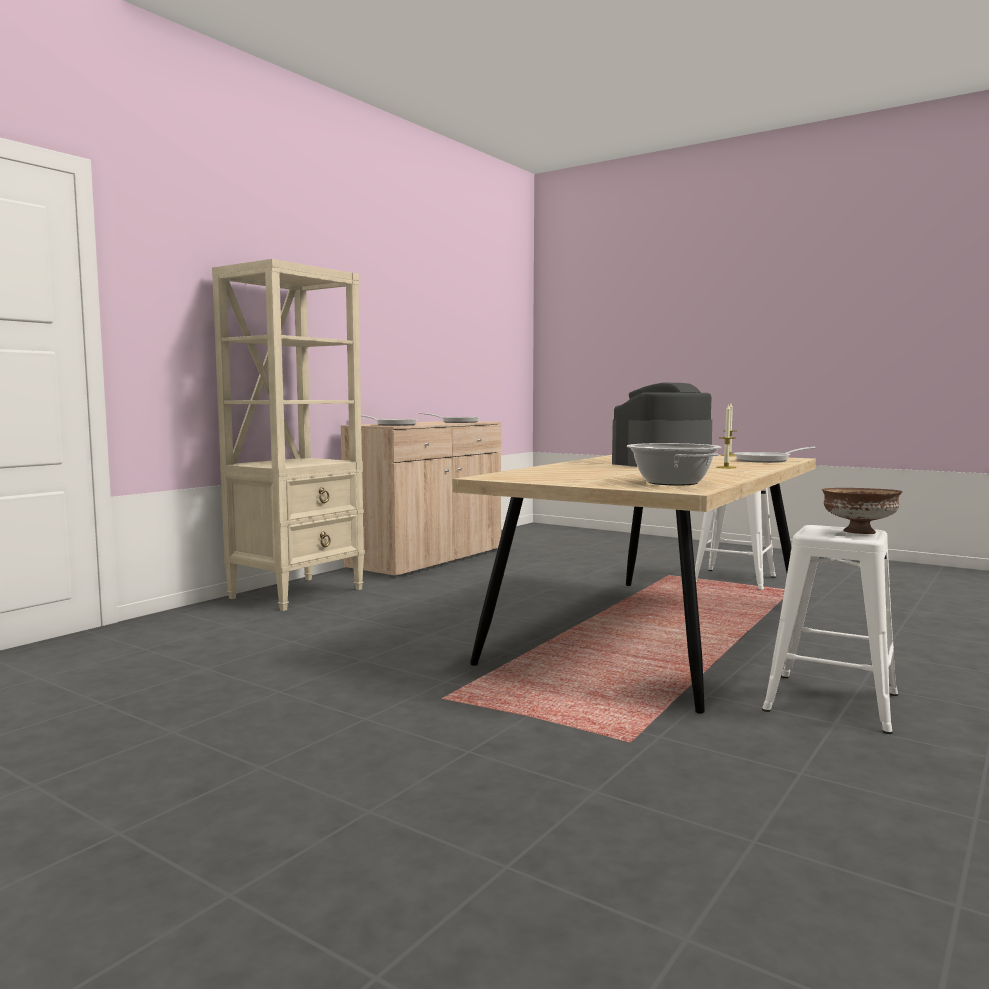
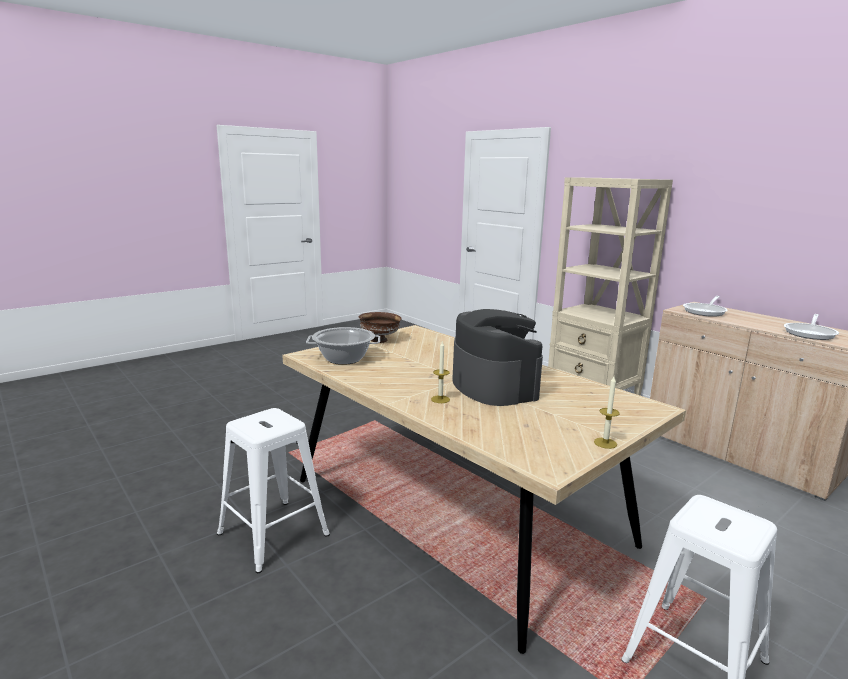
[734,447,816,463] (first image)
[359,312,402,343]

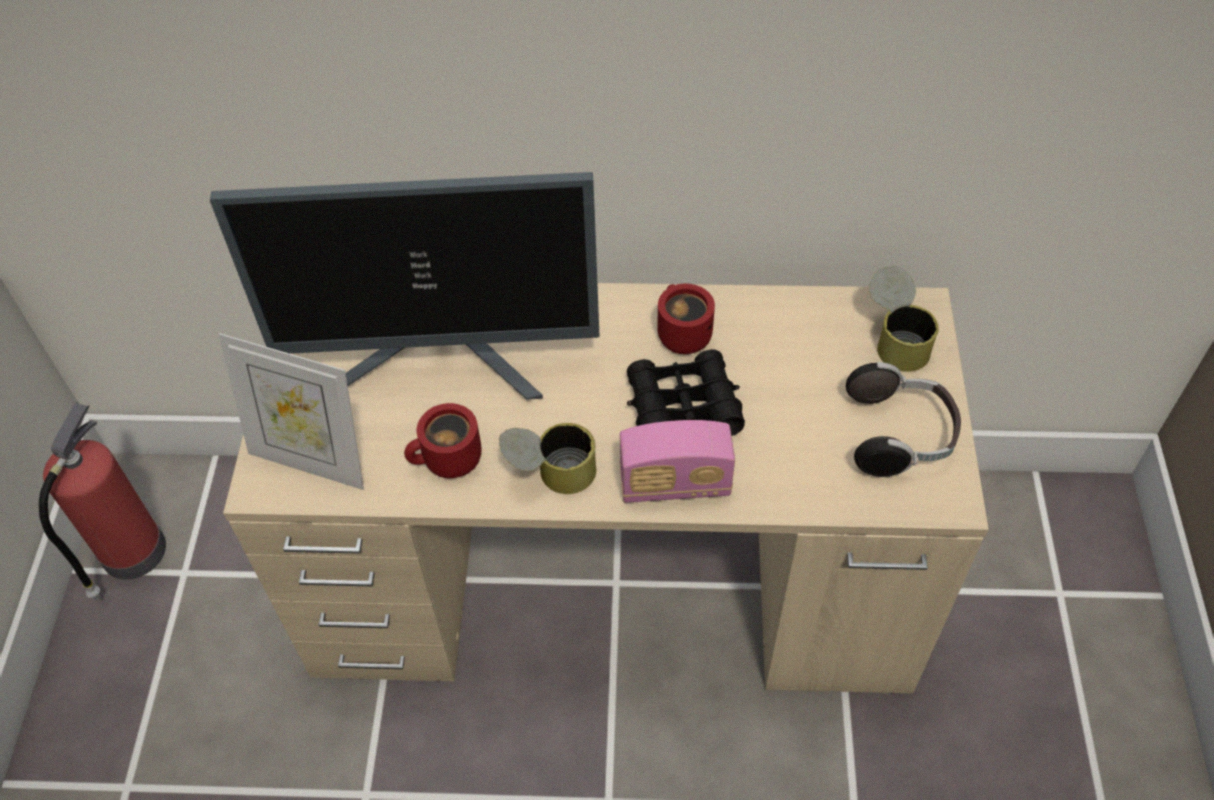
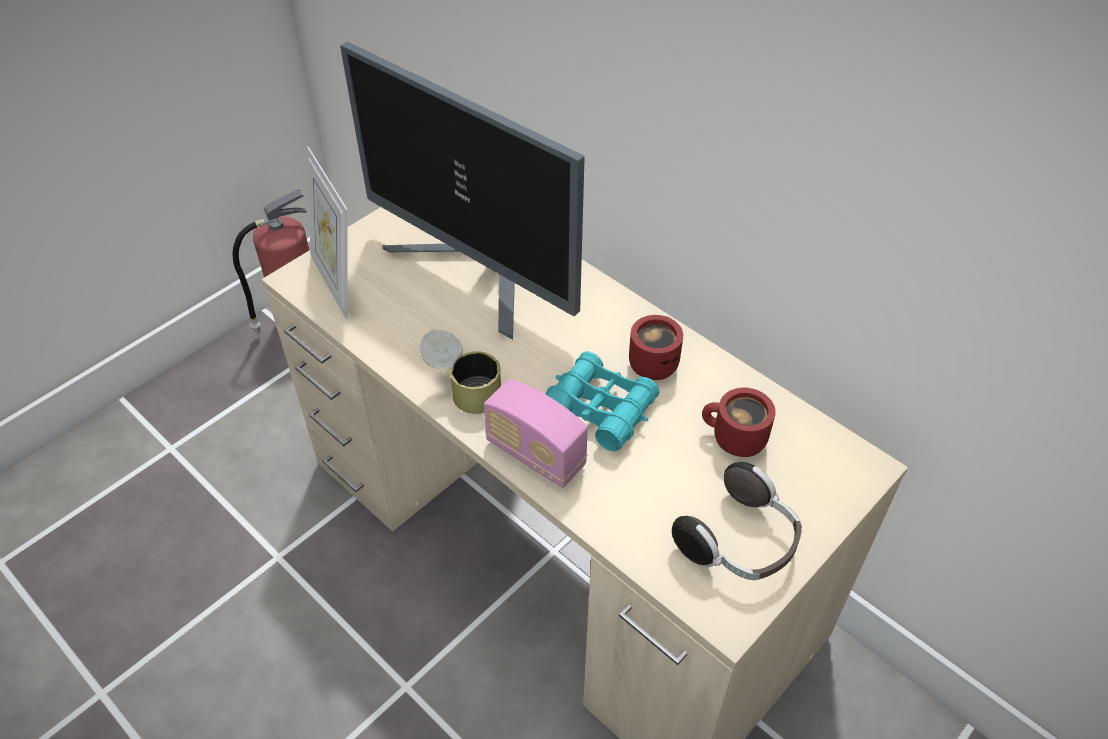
[869,266,939,372] (first image)
[546,351,659,451]
[702,388,776,457]

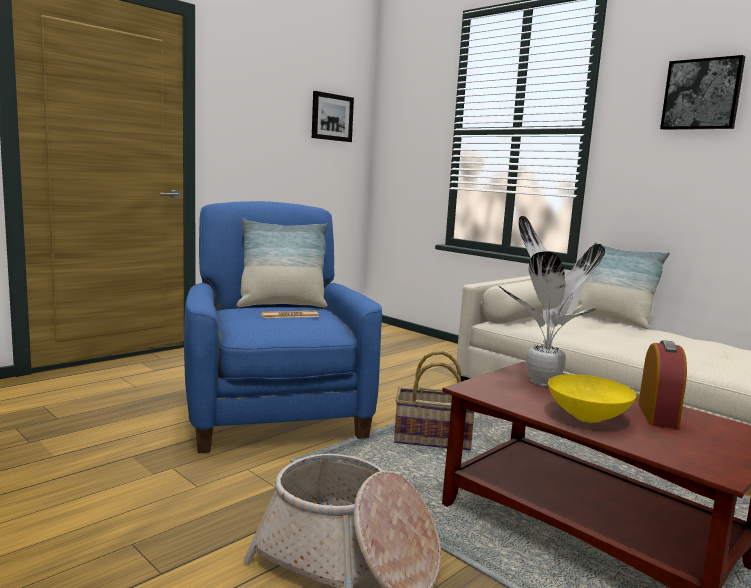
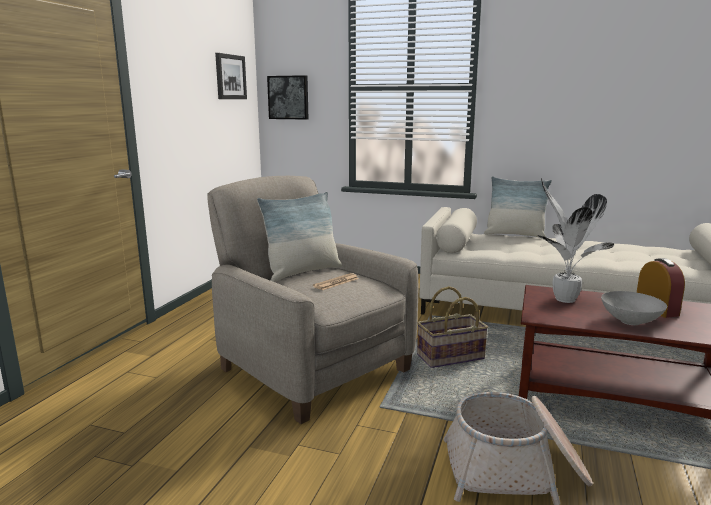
[267,75,308,120]
[207,176,418,424]
[601,291,667,325]

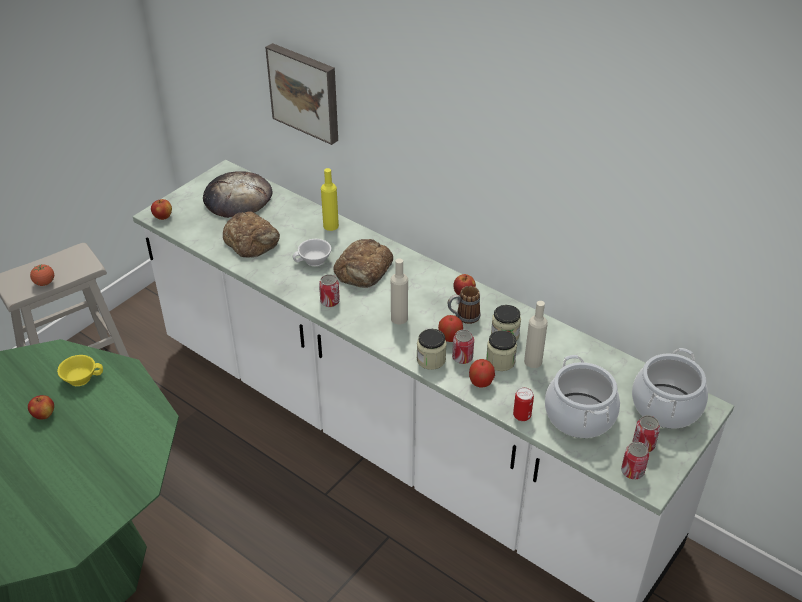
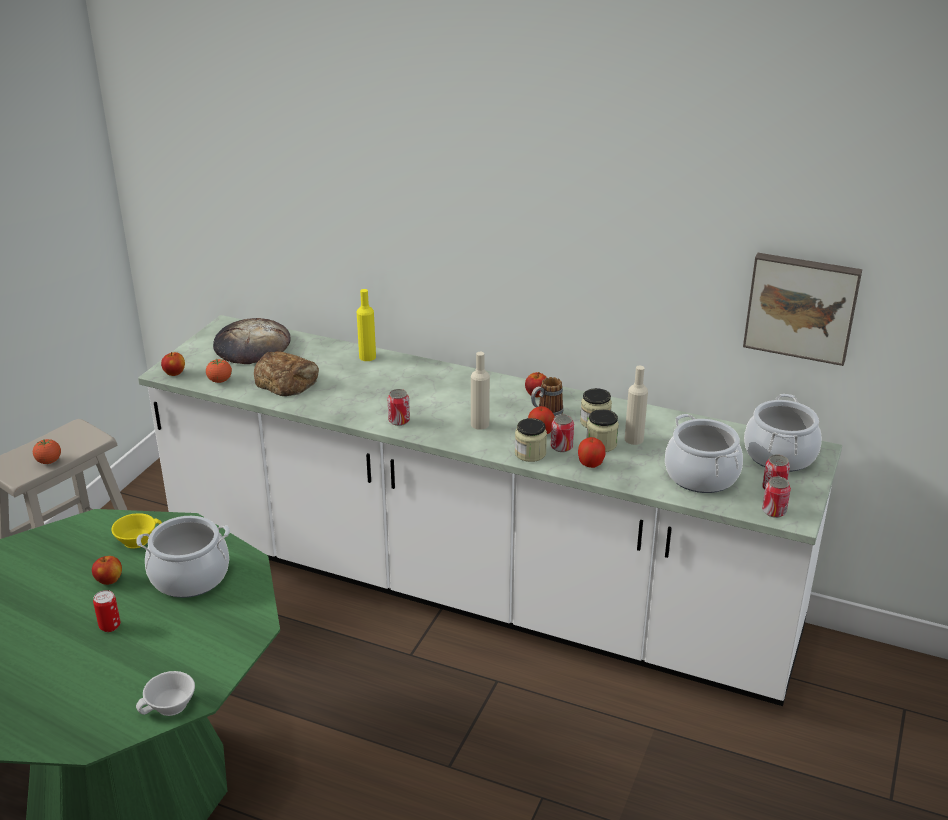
[743,253,862,366]
[136,671,195,716]
[333,239,393,288] (first image)
[93,590,121,632]
[206,359,232,383]
[136,516,230,598]

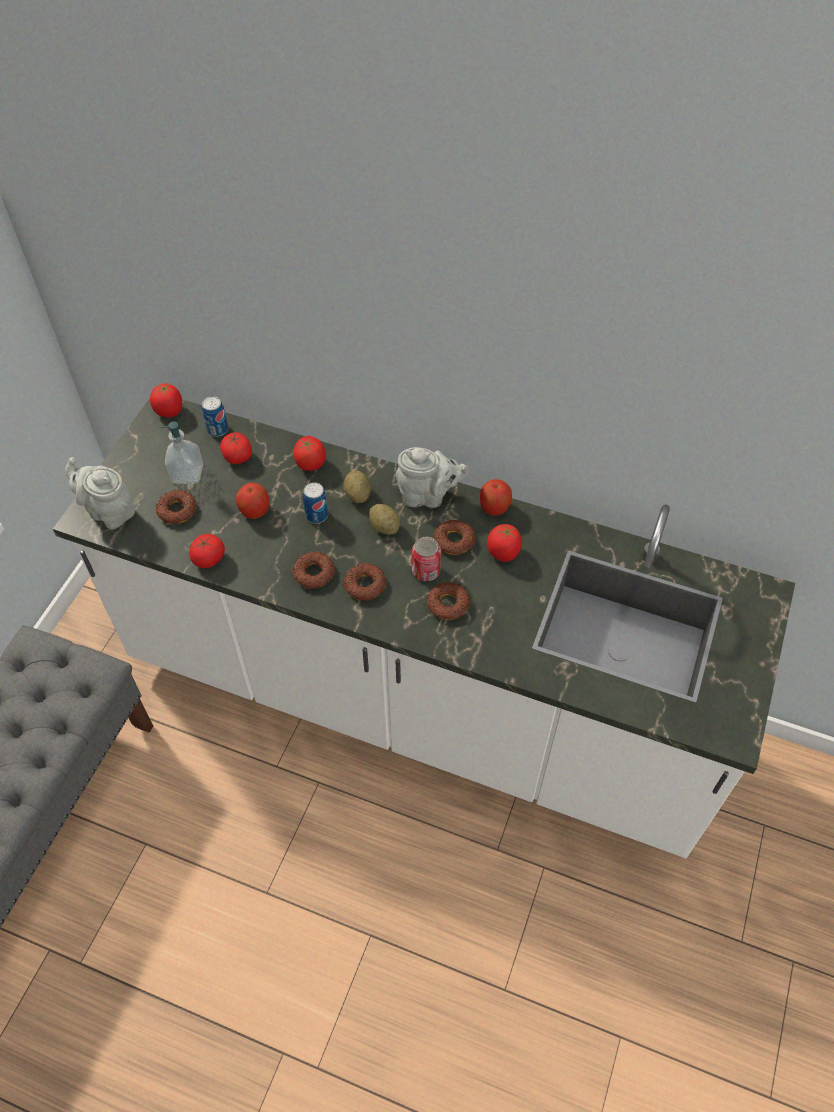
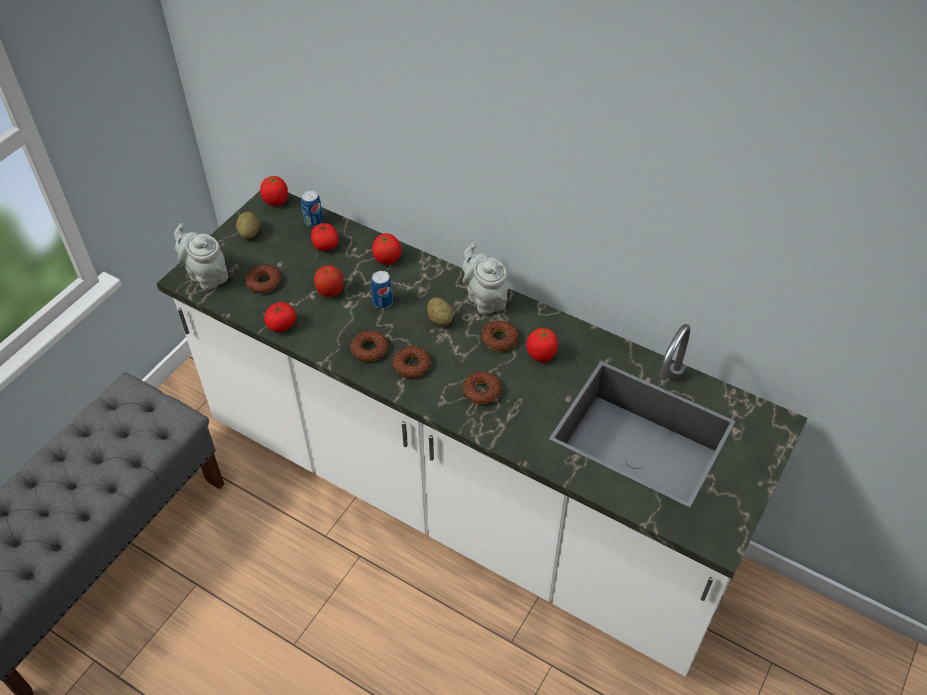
[161,421,203,484] (first image)
[462,242,508,315]
[236,212,260,239]
[479,479,512,516] (first image)
[412,537,441,581] (first image)

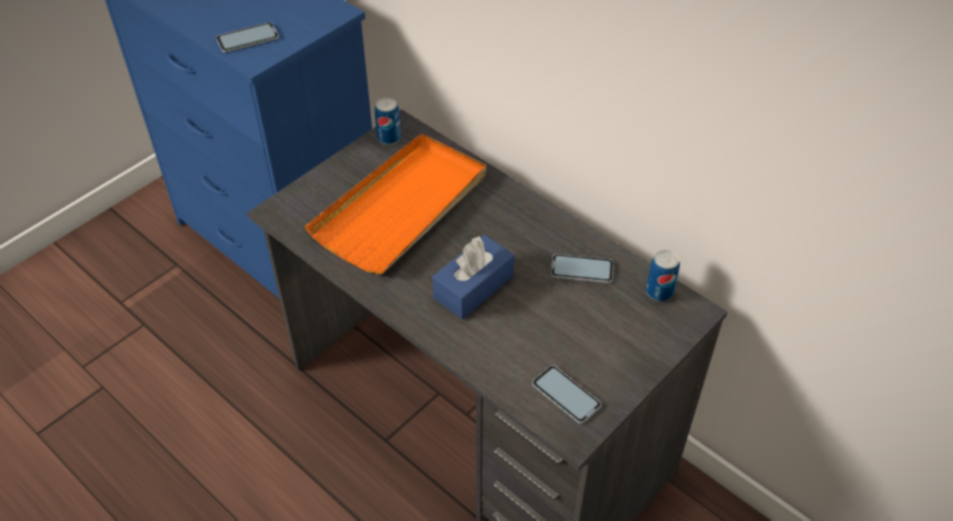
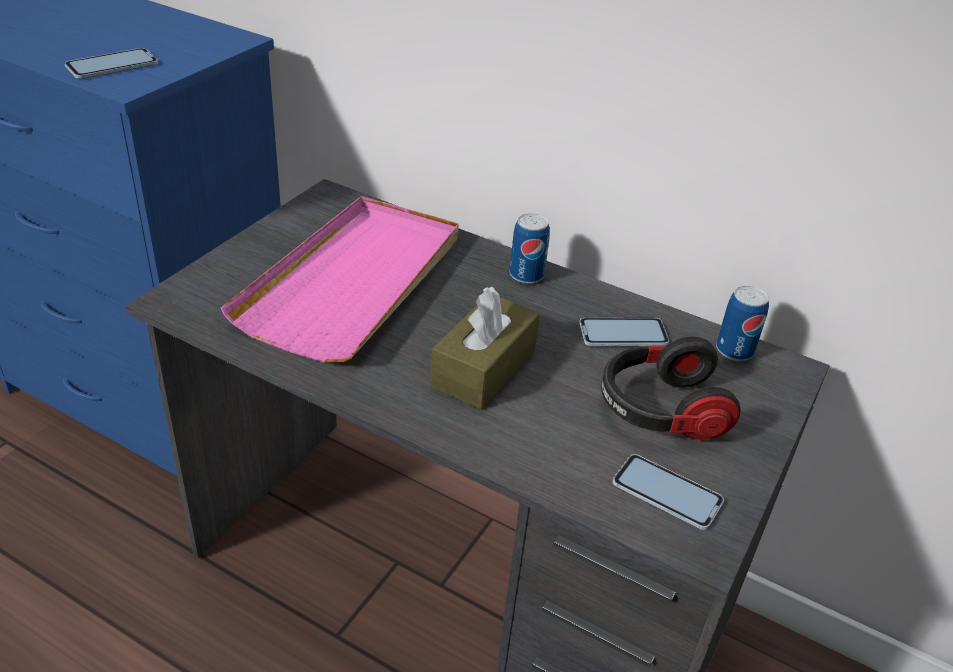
[510,213,550,284]
[221,196,459,362]
[431,287,540,409]
[601,336,741,440]

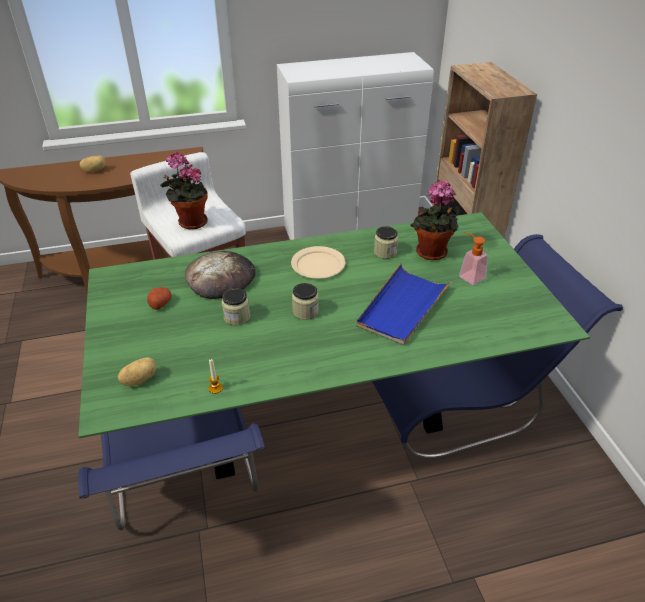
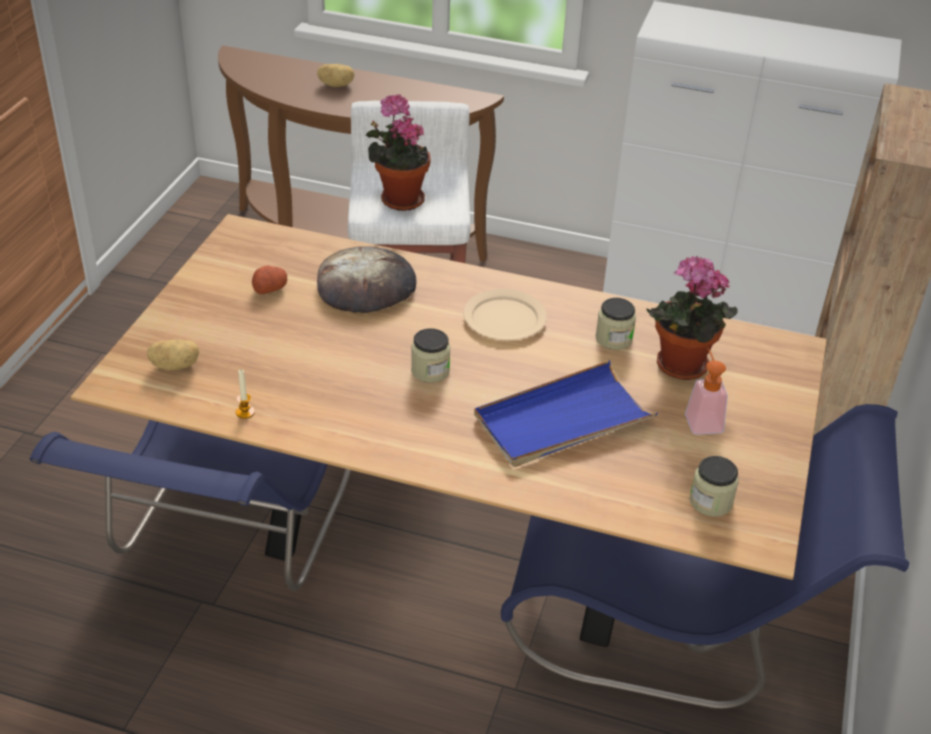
[70,214,827,647]
[690,456,739,517]

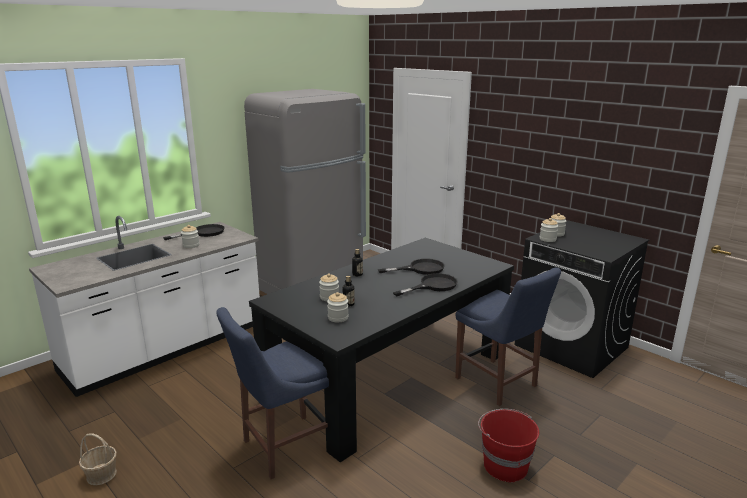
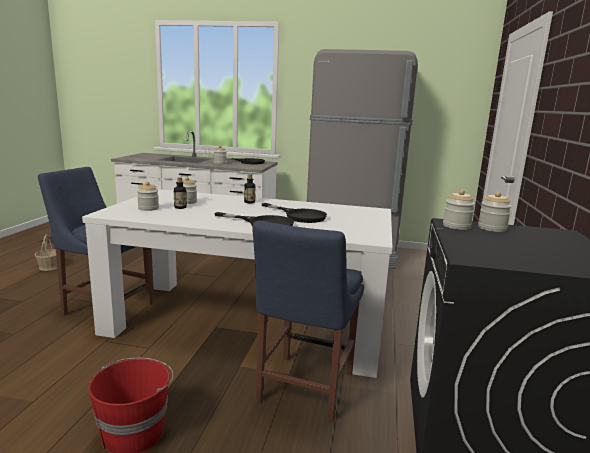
[82,189,393,378]

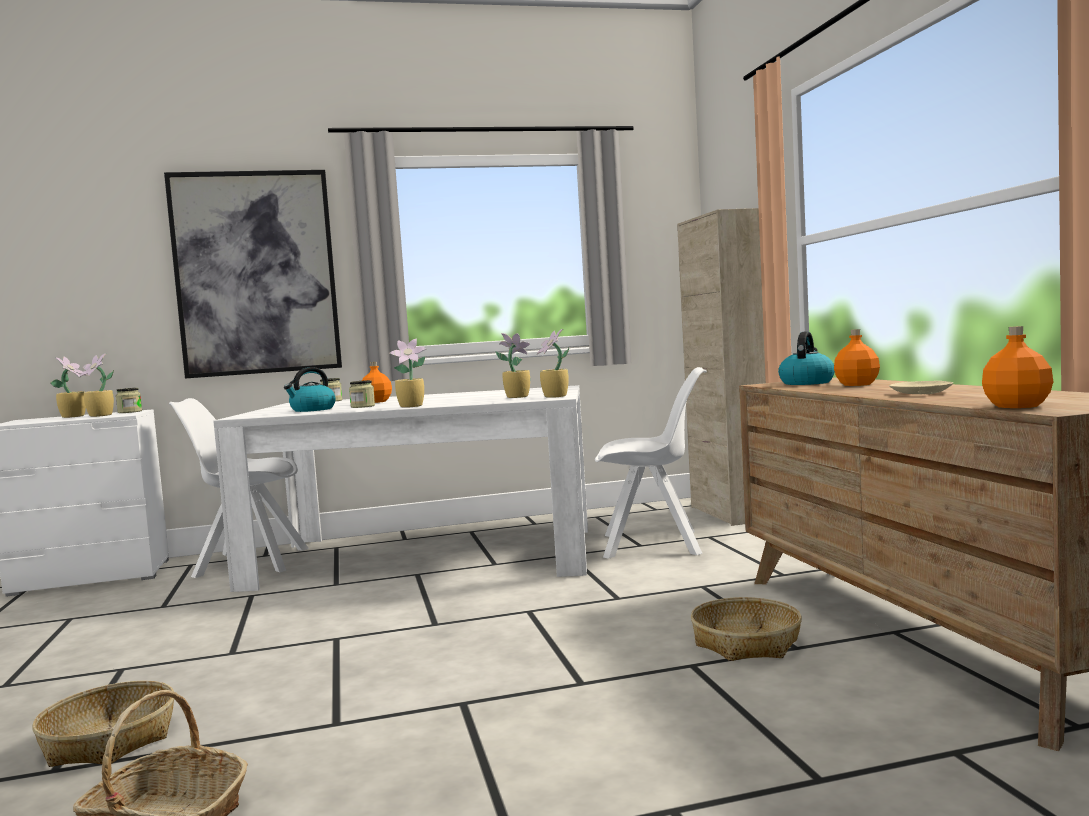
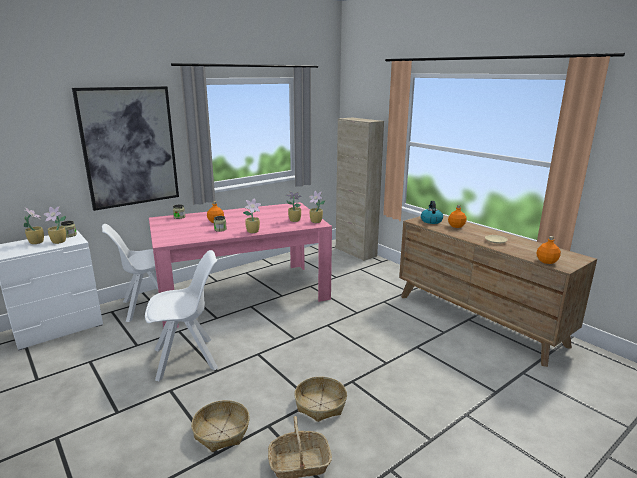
[284,367,336,412] (first image)
[145,250,218,381]
[149,202,332,328]
[294,377,347,422]

